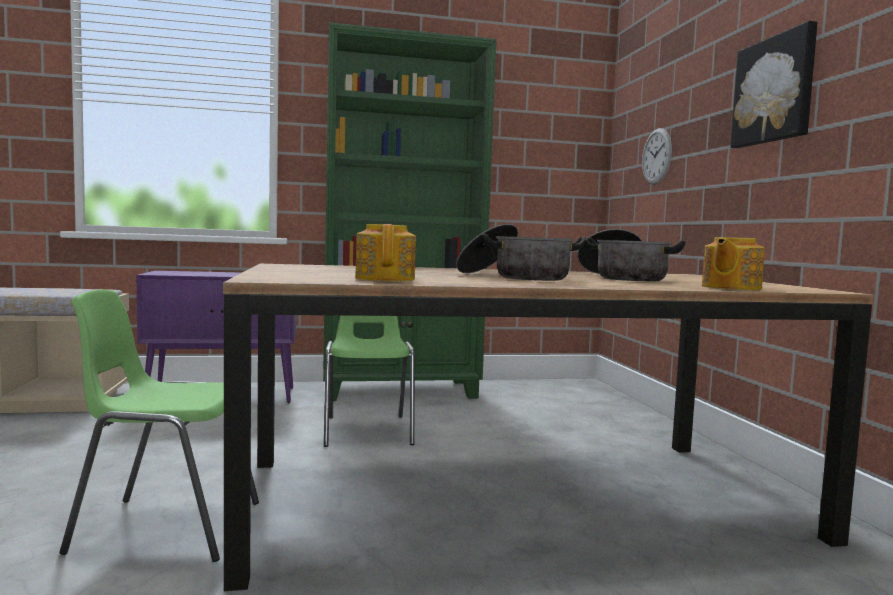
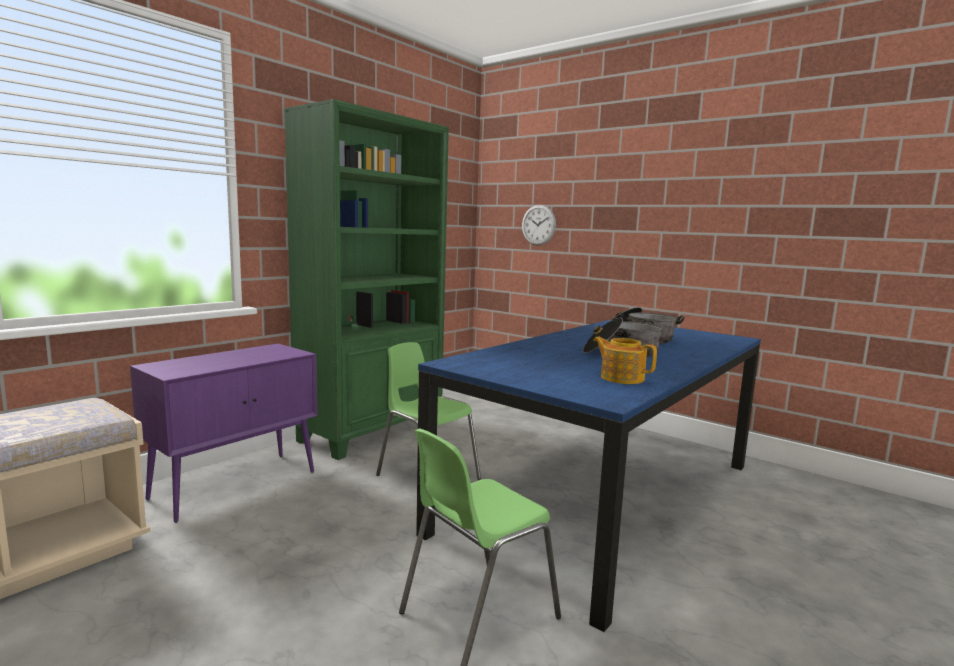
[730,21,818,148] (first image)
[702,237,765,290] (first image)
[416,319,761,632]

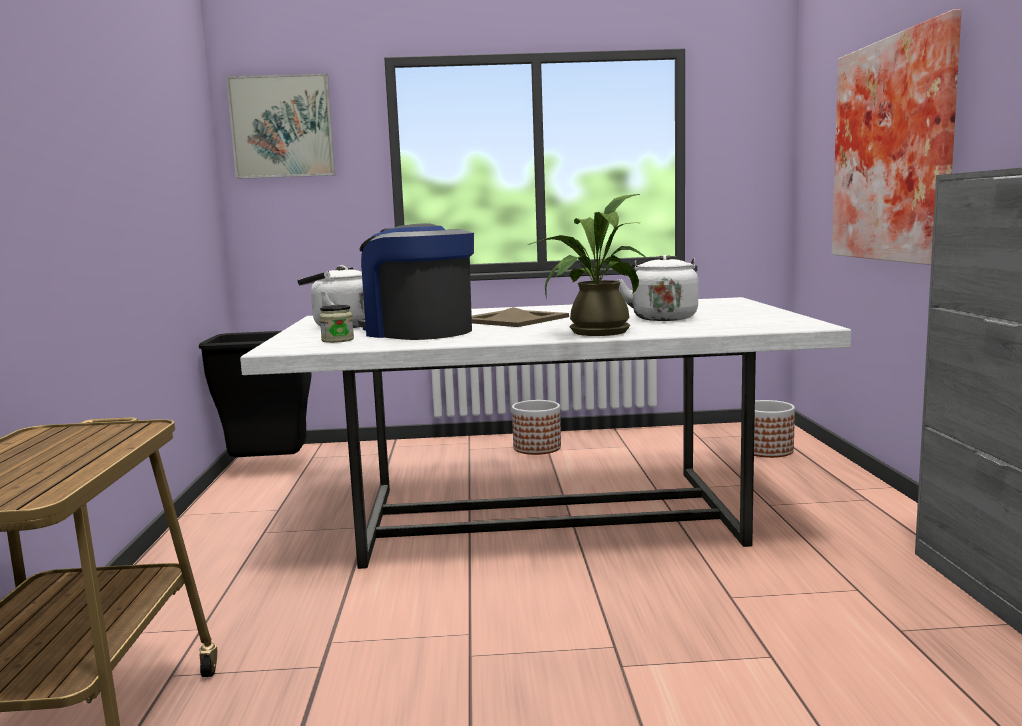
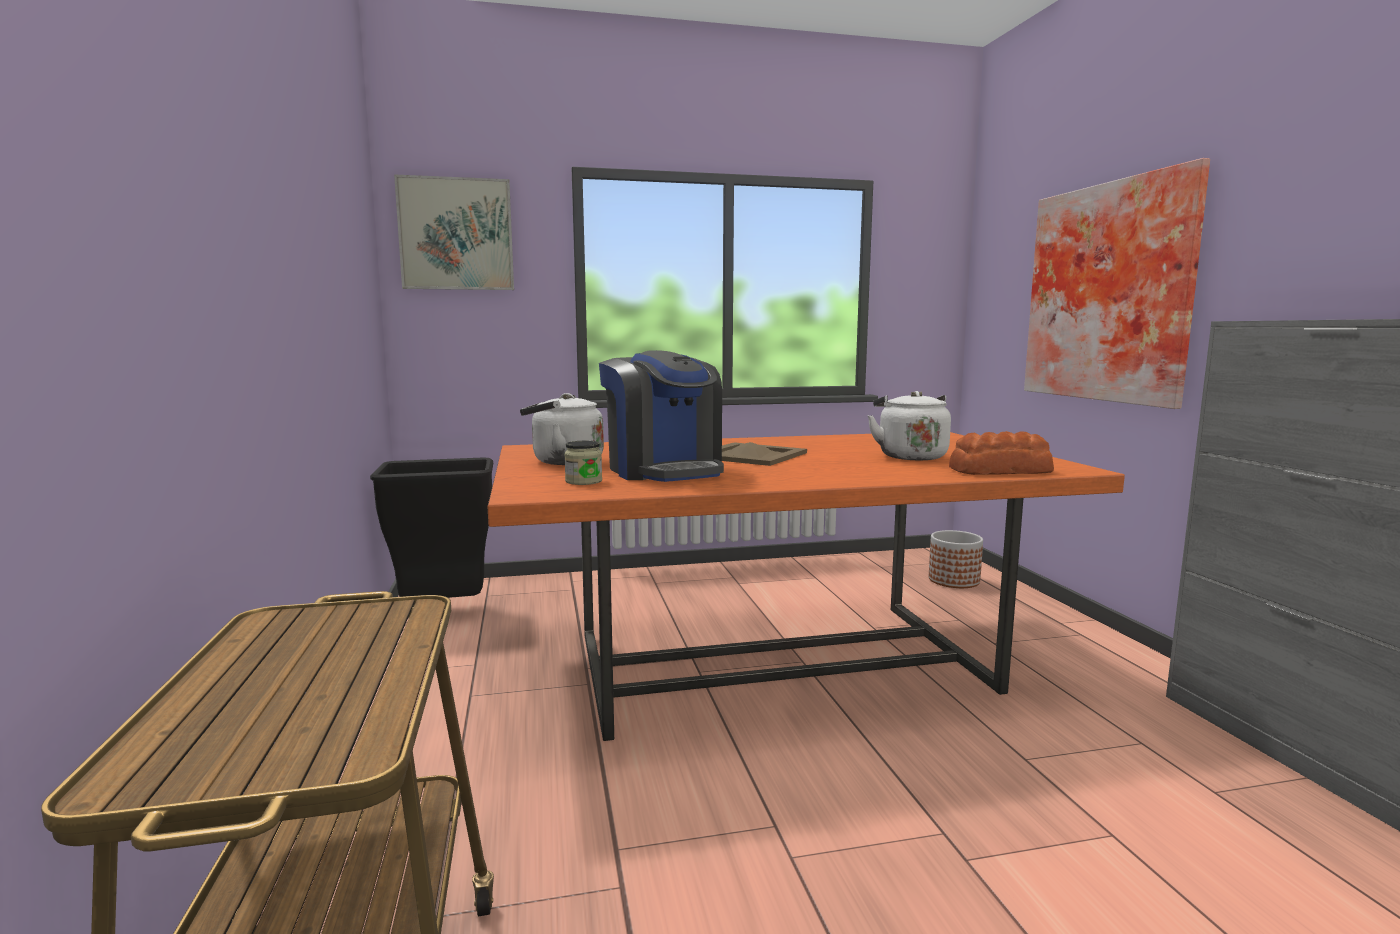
[528,194,649,336] (first image)
[599,350,724,482]
[488,432,1125,741]
[512,400,561,455] (first image)
[949,431,1054,475]

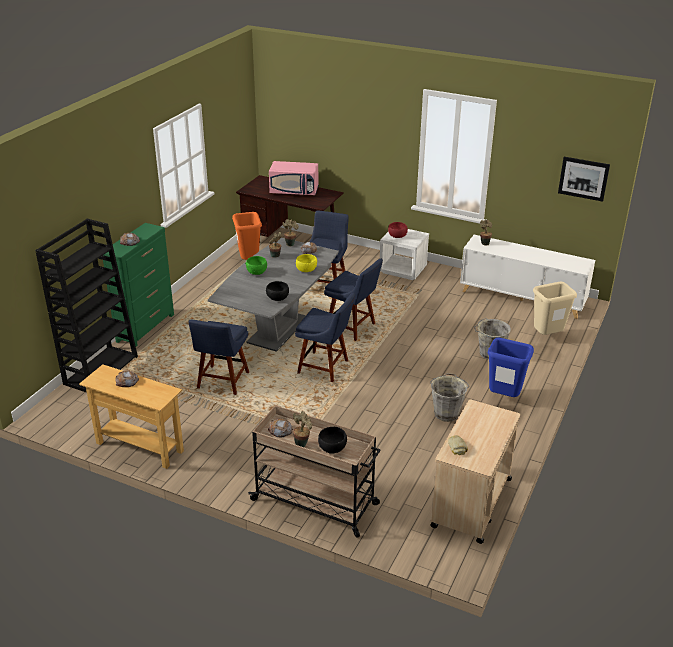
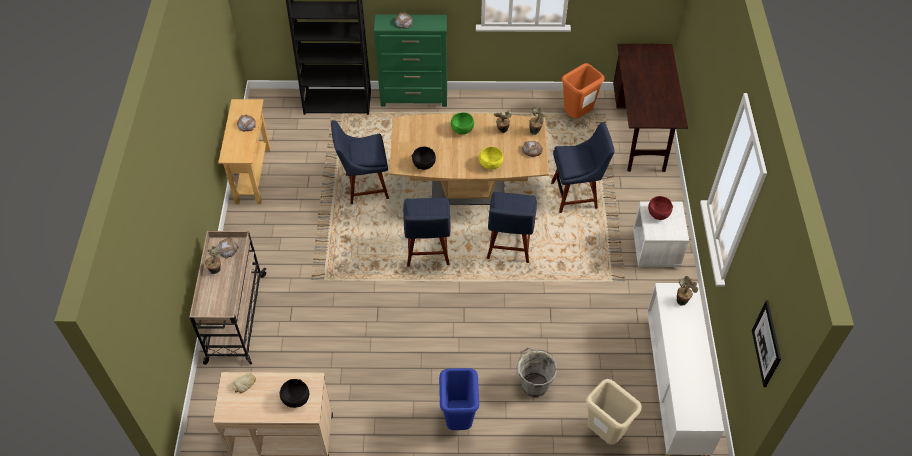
[269,161,319,195] (first image)
[389,113,549,205]
[430,373,469,422] (first image)
[280,379,309,408]

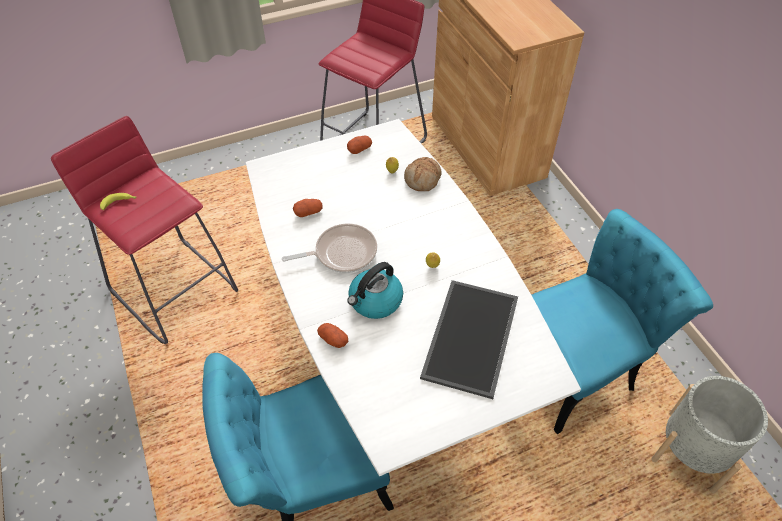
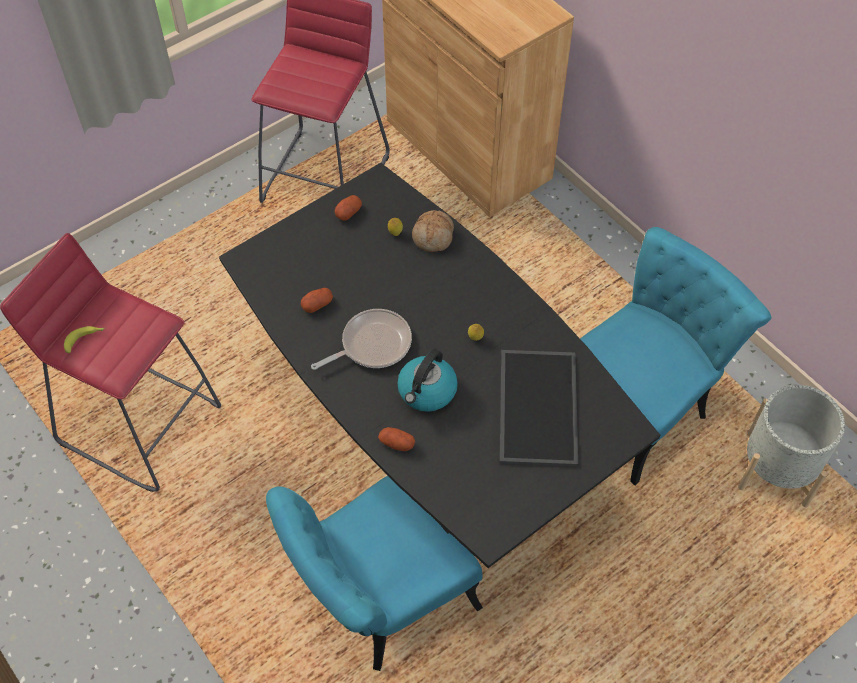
[219,163,660,568]

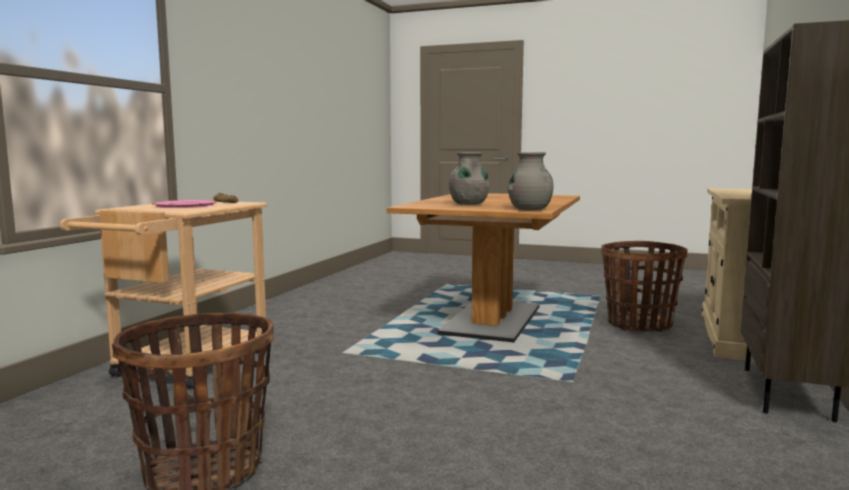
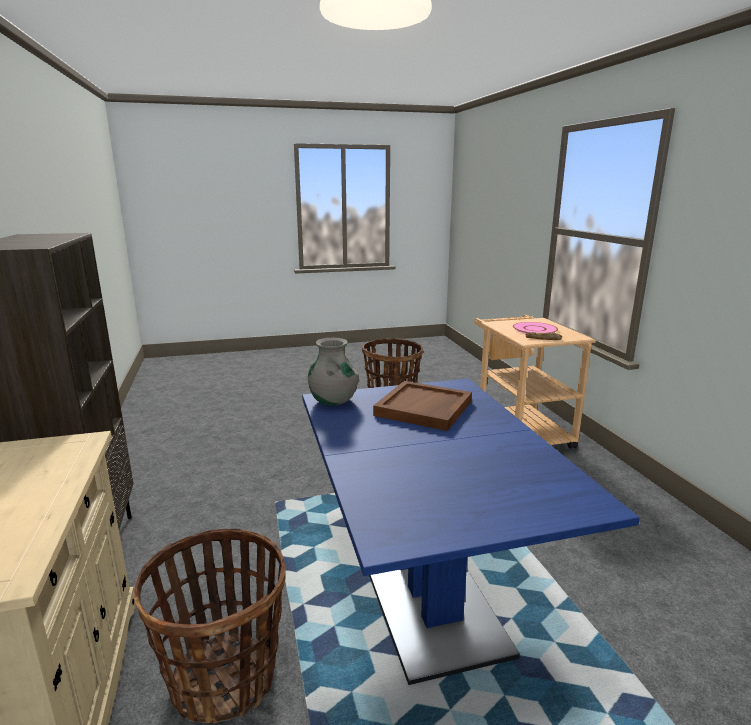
[373,381,472,431]
[302,378,640,685]

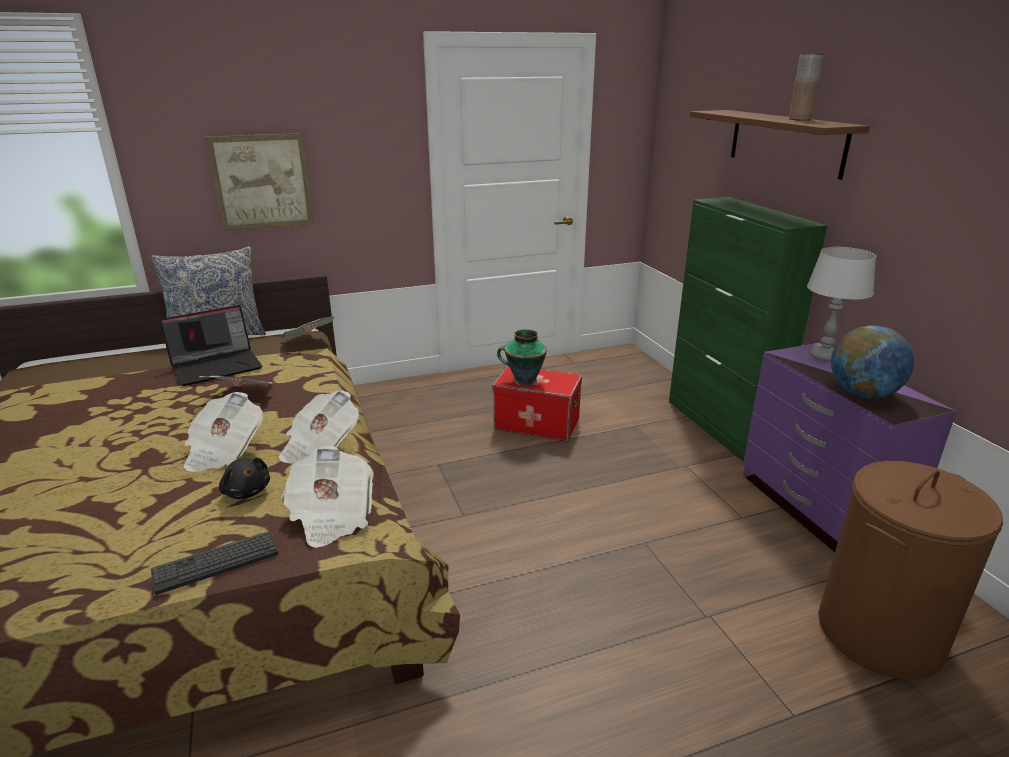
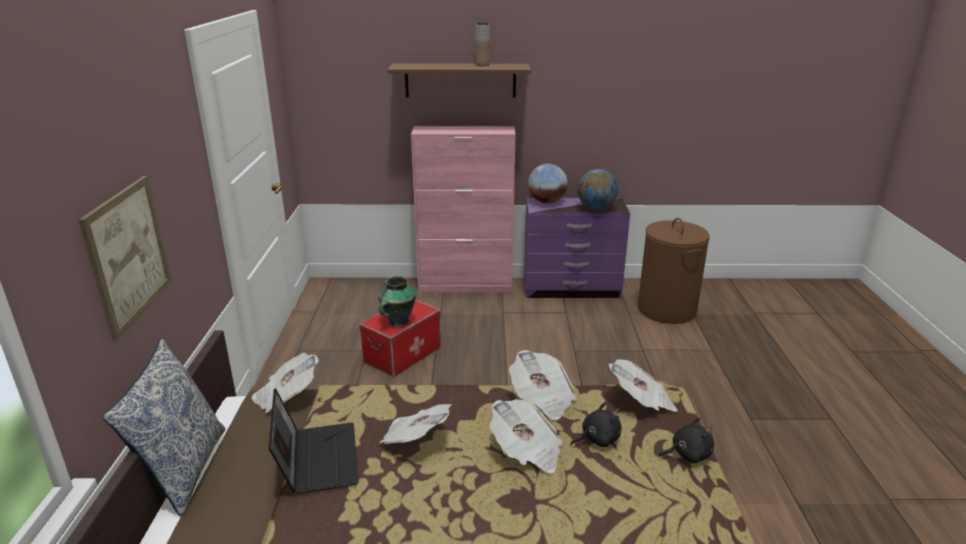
[411,126,516,293]
[528,164,568,203]
[658,417,714,464]

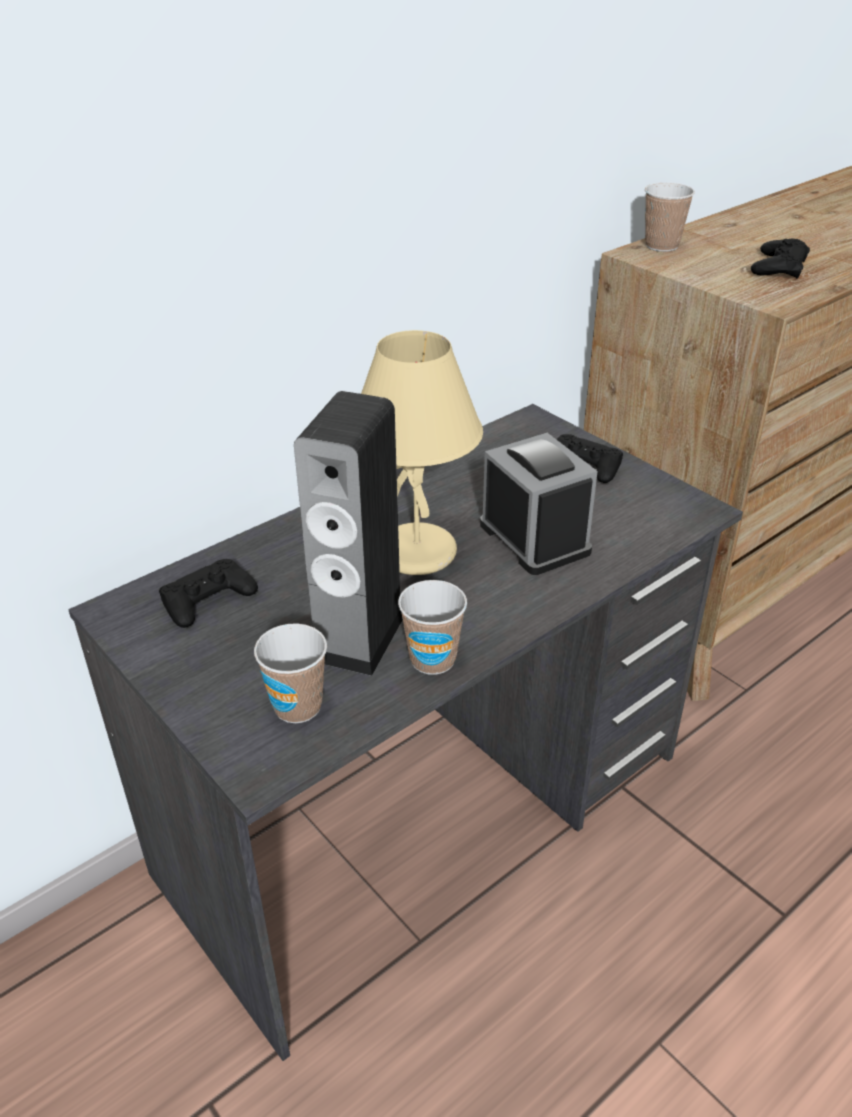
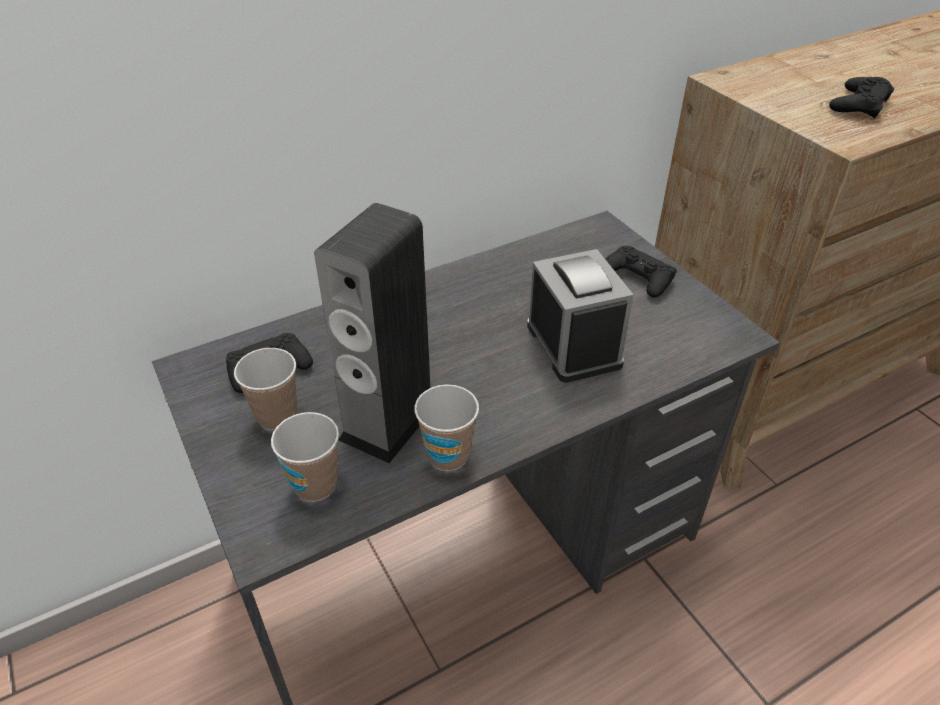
[234,348,297,430]
[361,330,483,575] (first image)

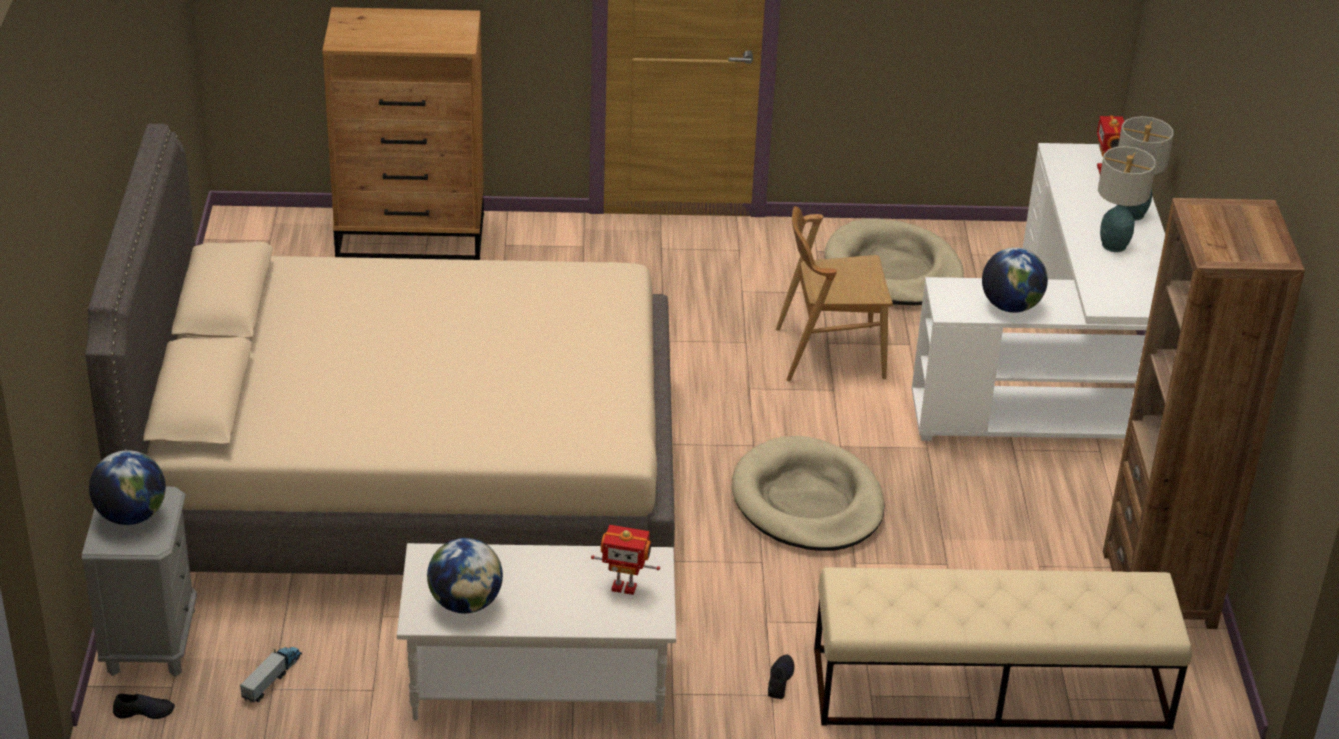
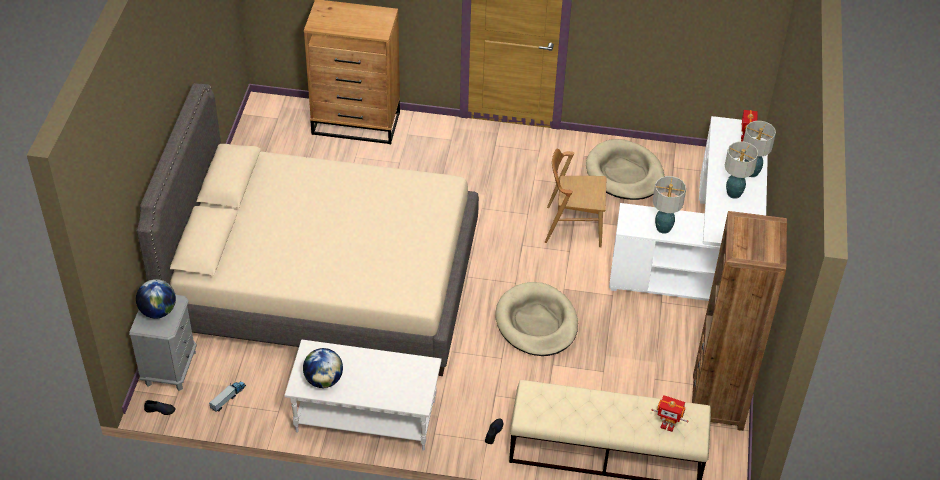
[653,176,686,234]
[651,395,689,432]

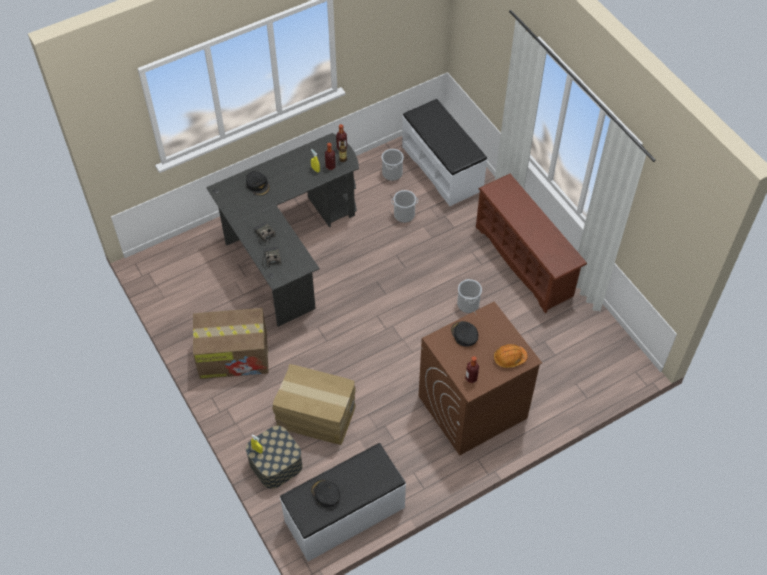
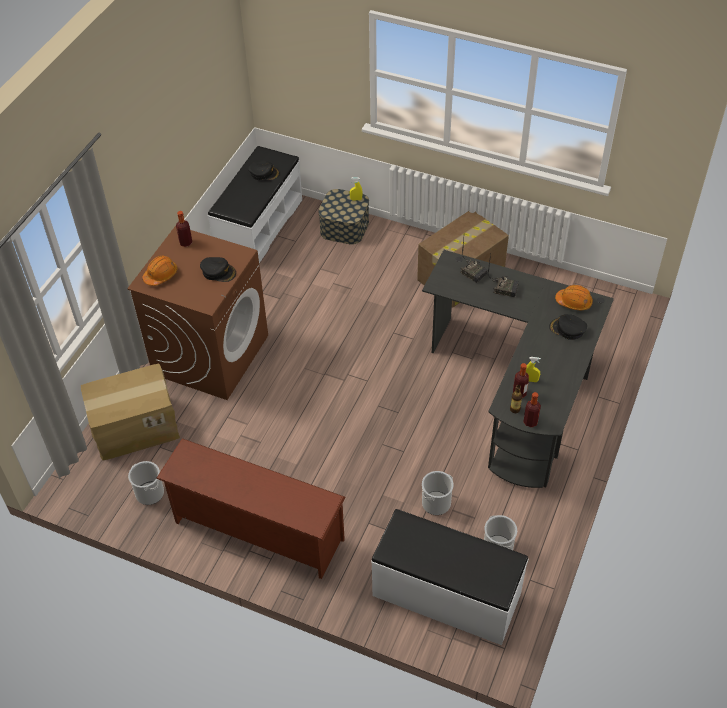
[128,461,164,505]
[81,364,180,460]
[555,285,593,310]

